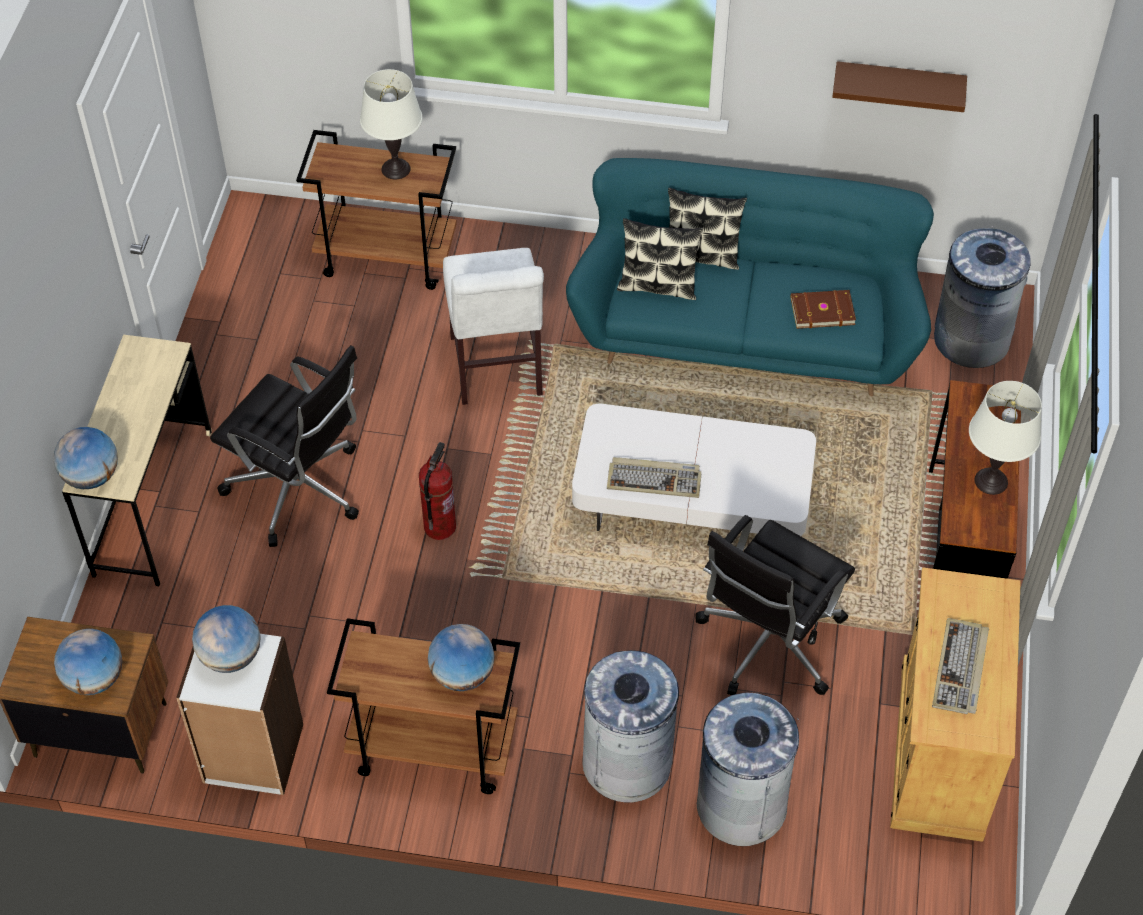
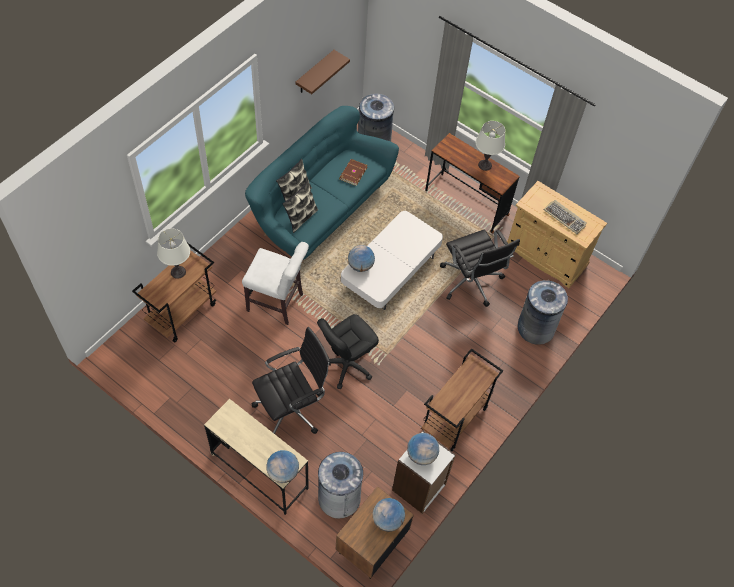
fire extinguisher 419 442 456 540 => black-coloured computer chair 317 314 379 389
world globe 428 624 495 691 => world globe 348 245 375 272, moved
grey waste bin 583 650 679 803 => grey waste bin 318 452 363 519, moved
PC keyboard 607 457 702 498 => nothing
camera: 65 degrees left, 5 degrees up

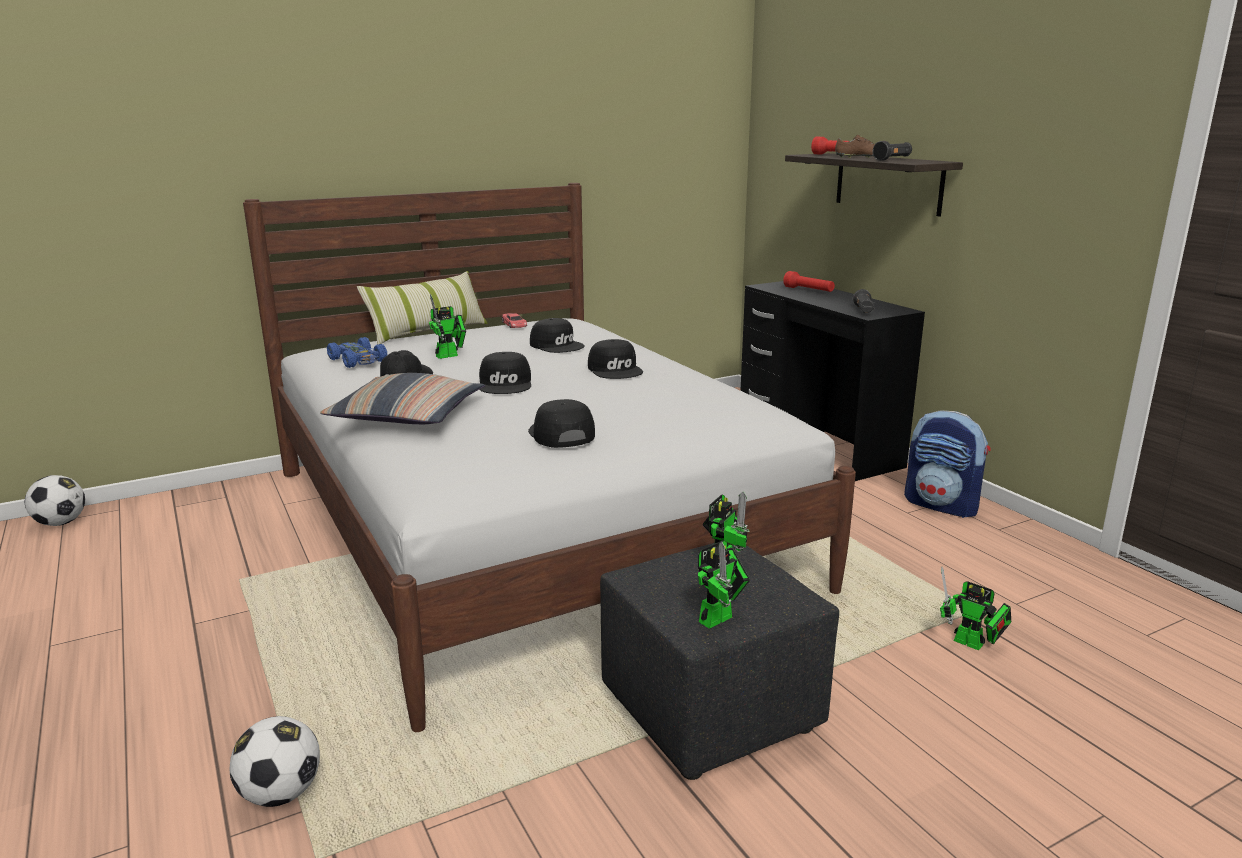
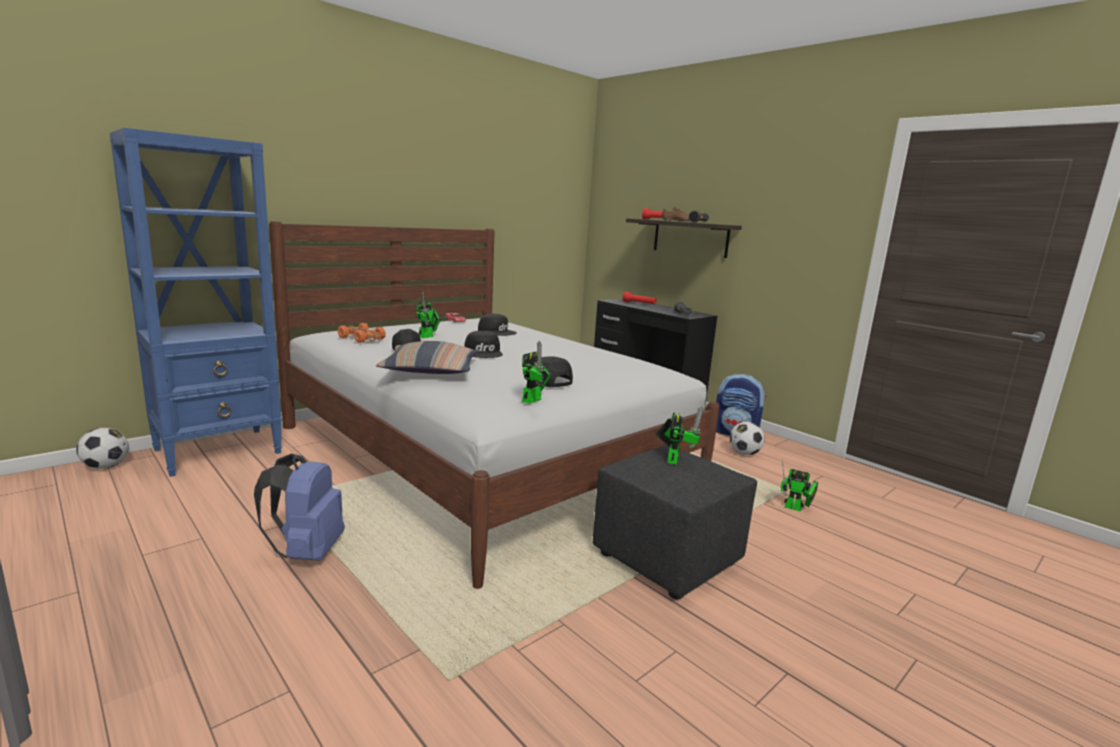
football 230 716 320 807 => football 730 422 765 455, moved
blue-coloured miniature car 327 337 388 368 => orange-coloured miniature car 338 323 386 343
throw pillow 357 271 488 345 => nothing
black-coloured cap 588 339 643 379 => nothing
model robot 698 540 750 629 => model robot 522 340 552 404, moved
nothing => blue-coloured shelving unit 110 128 282 477
nothing => blue-coloured knapsack 254 454 345 561
camera: 15 degrees left, 5 degrees down

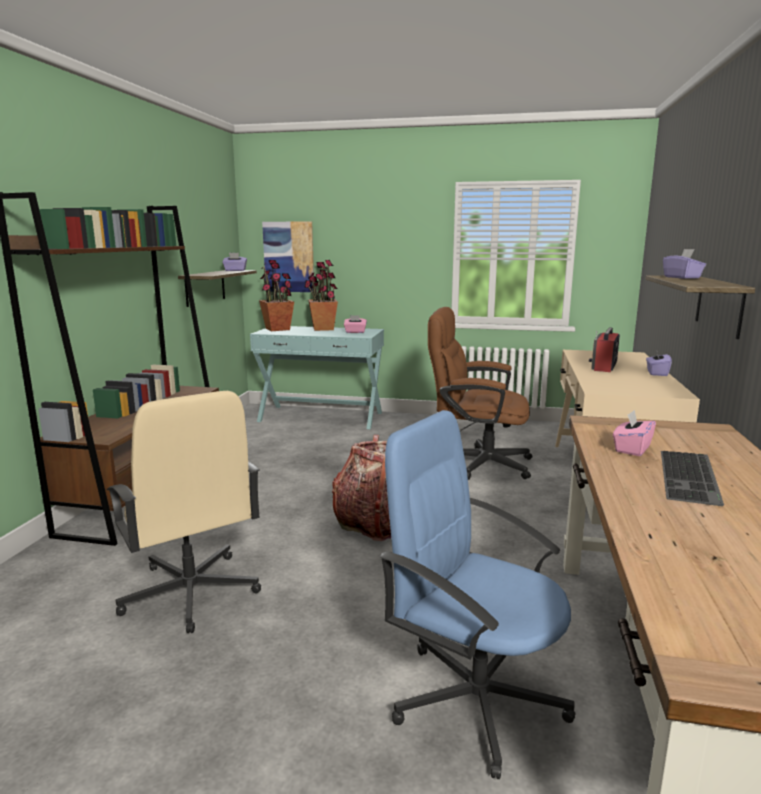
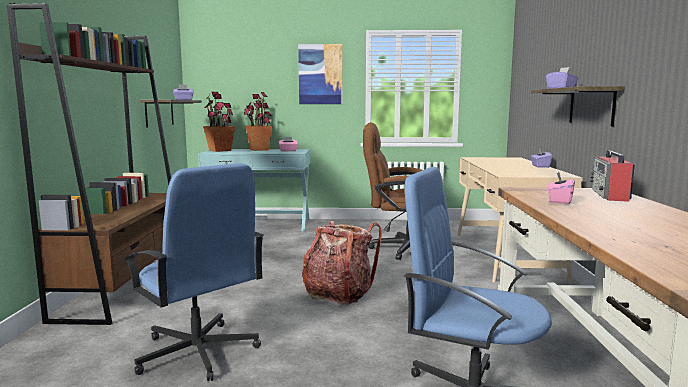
beige computer chair 107 391 261 633 => blue-coloured computer chair 124 163 264 381
picture 262 221 314 292 => picture 298 44 342 104, moved
radio set 589 327 620 372 => radio set 590 150 635 202, moved
PC keyboard 661 451 724 506 => nothing
camera: 10 degrees left, 5 degrees down

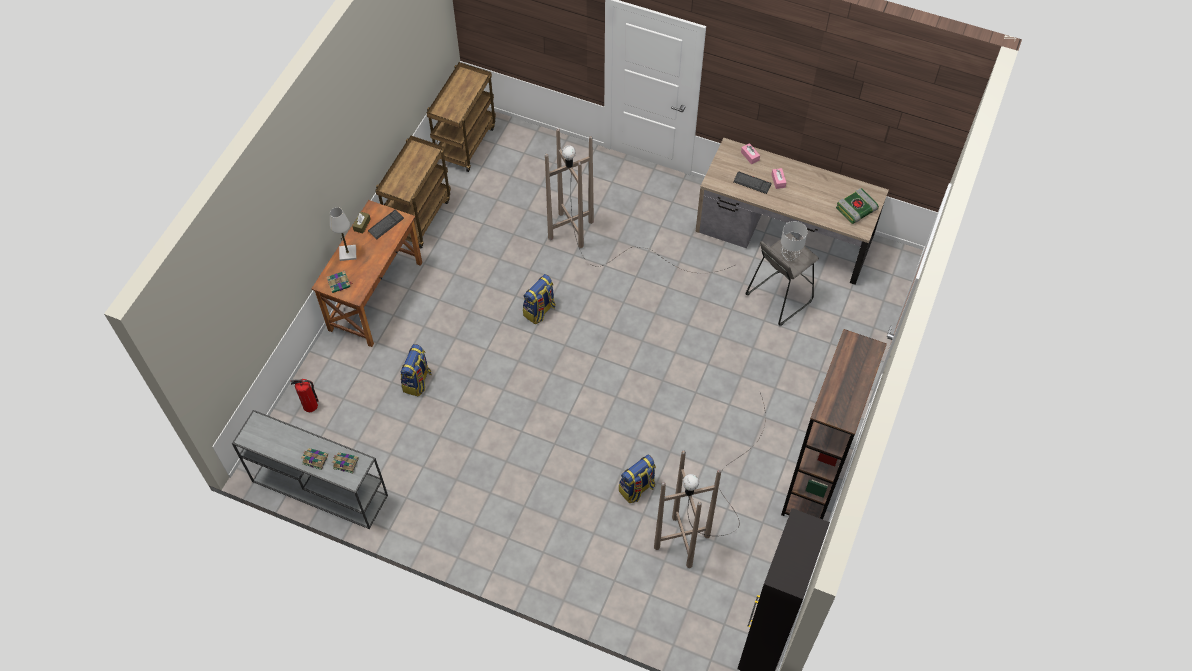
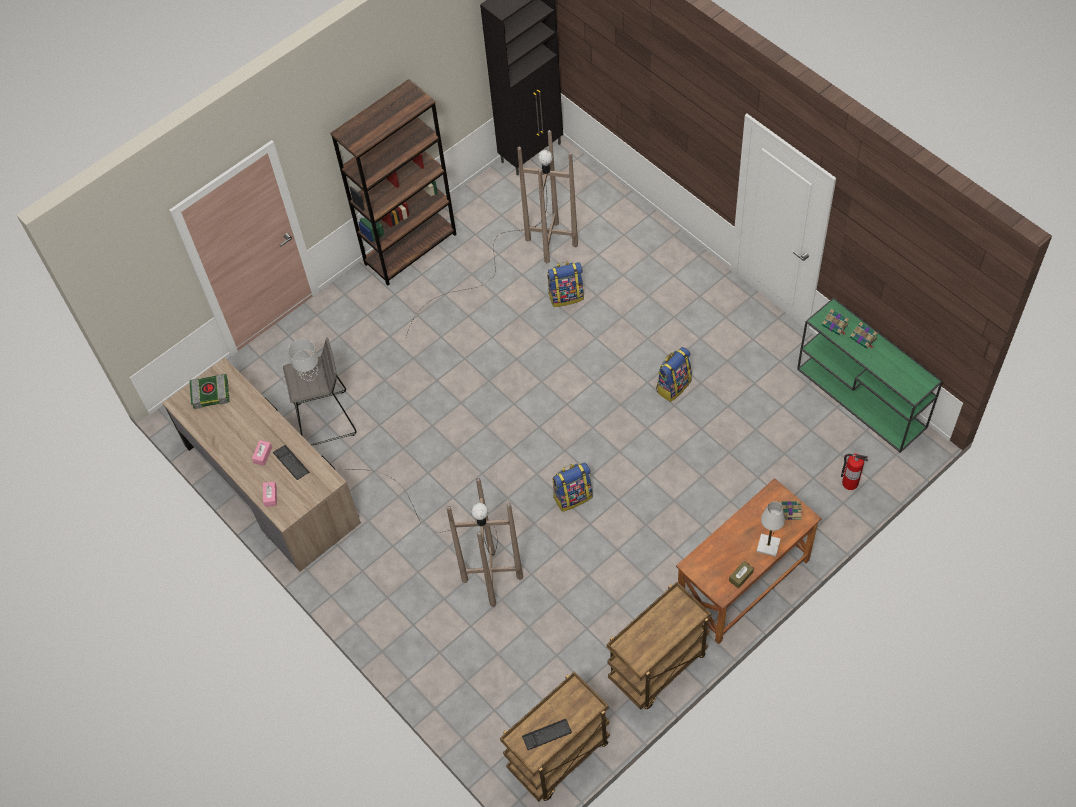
grey console table 232 410 388 529 => green-coloured console table 797 297 943 453
PC keyboard 368 210 404 239 => PC keyboard 522 719 572 750, moved
knapsack 401 344 432 396 => knapsack 656 347 692 402, moved
camera: 150 degrees left, 0 degrees up

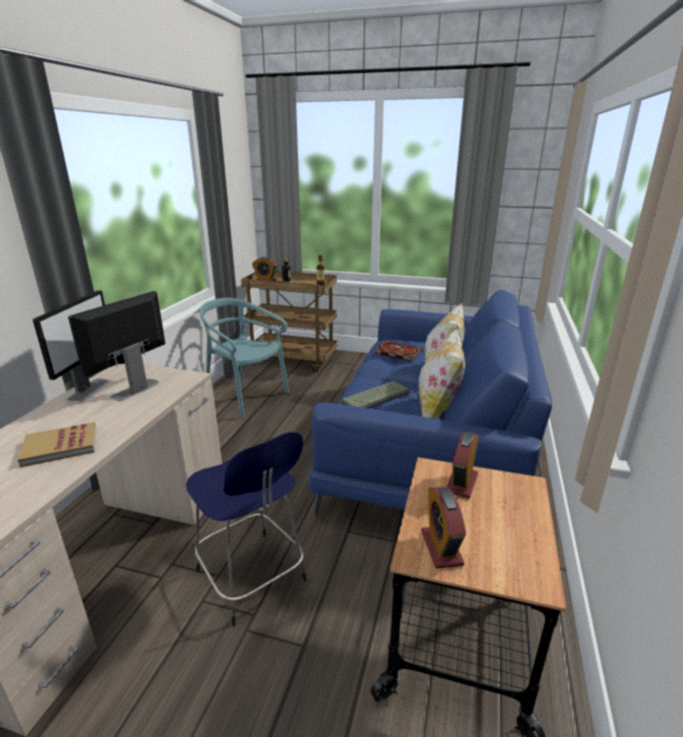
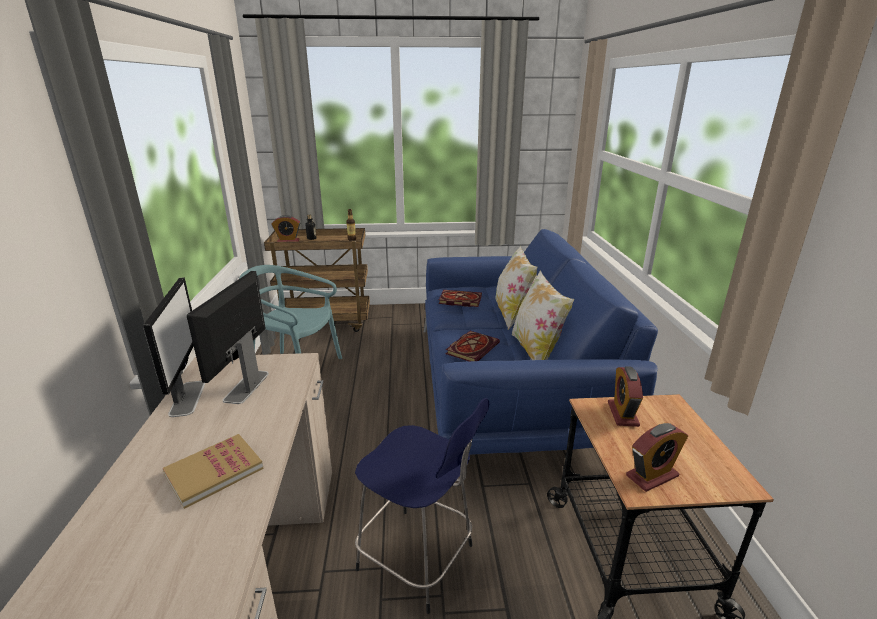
PC keyboard 341 381 411 409 => volume 446 331 500 361
table clock 421 487 466 569 => table clock 626 423 688 492, 90 degrees counterclockwise
camera: 20 degrees left, 0 degrees up

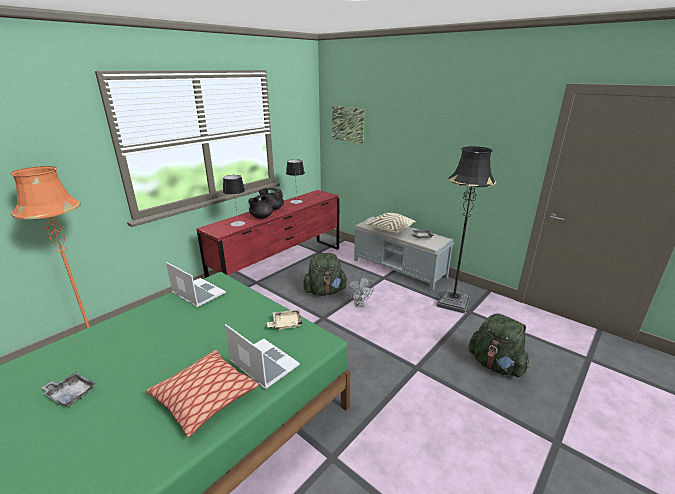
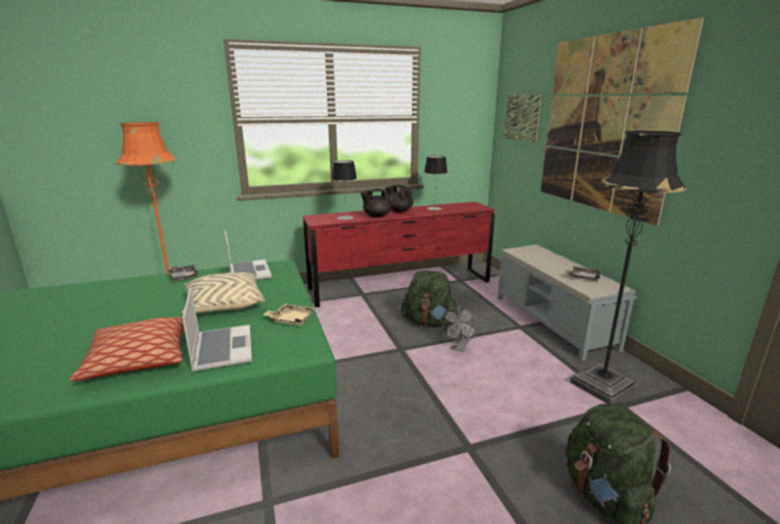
grey tray 41 372 96 407 => grey tray 167 264 199 282, moved
beige throw pillow 366 213 416 233 => beige throw pillow 182 272 265 313, moved
nothing => picture 540 17 704 226
camera: 30 degrees right, 5 degrees down

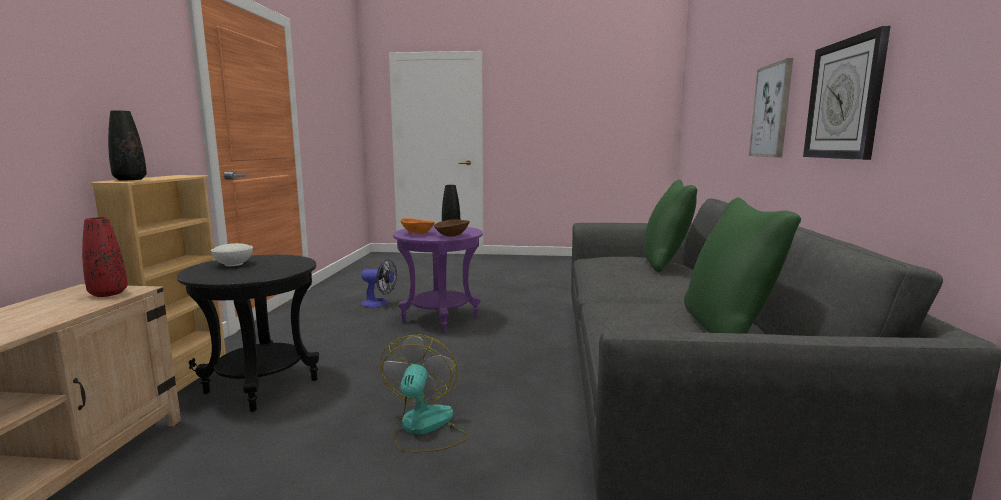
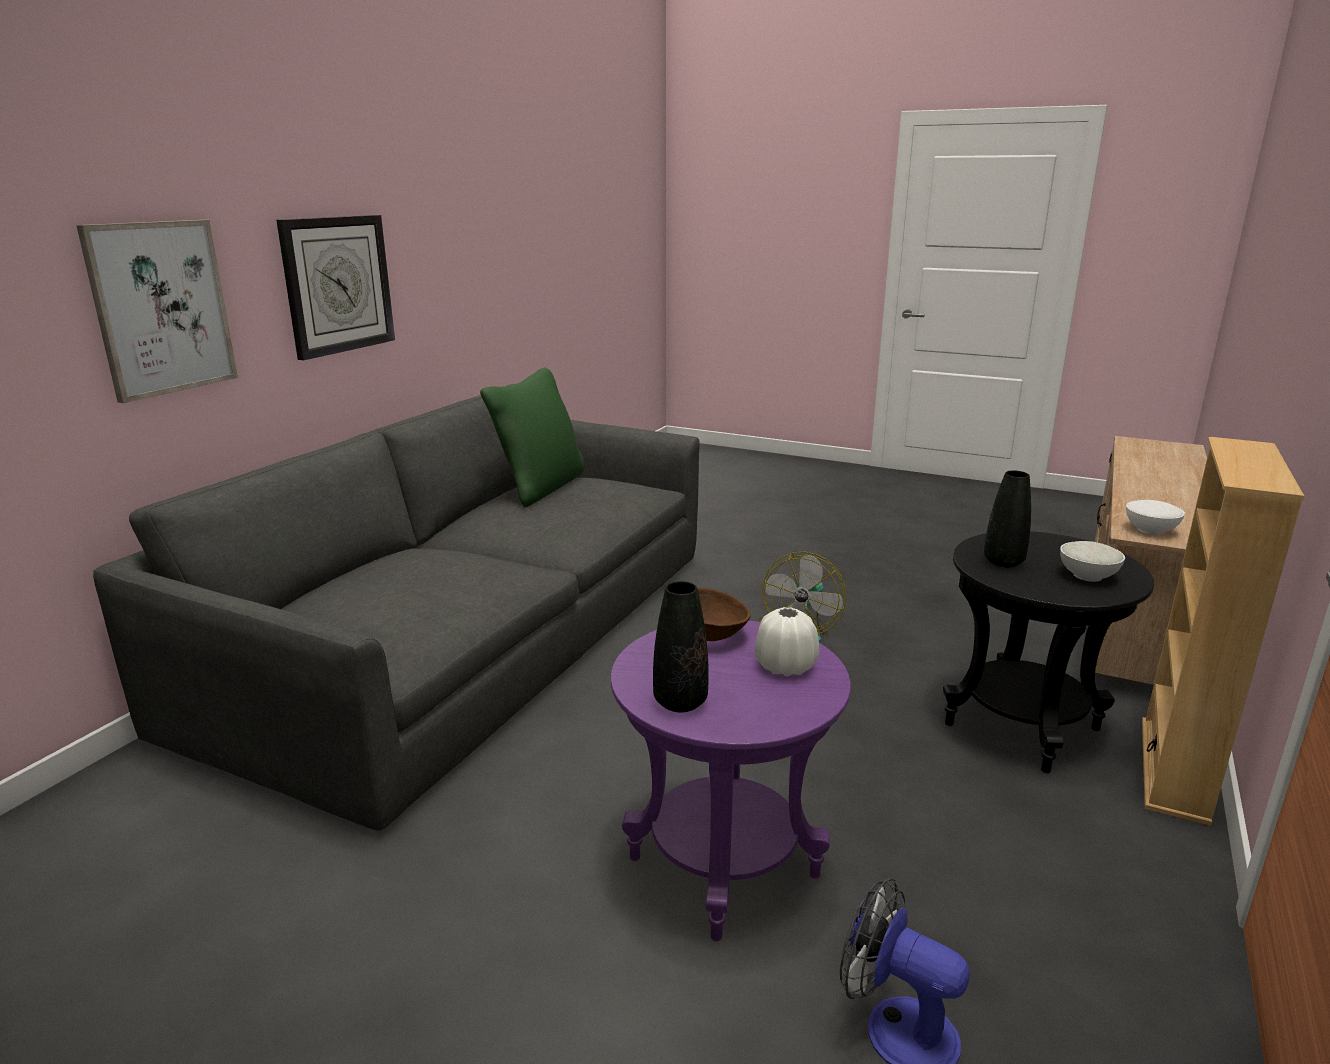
red decorative vase 82 217 127 297 => white deep dish 1126 500 1185 535
black-coloured decorative vase 108 110 147 180 => black-coloured decorative vase 984 470 1031 568, moved
orange-coloured deep dish 400 218 435 234 => white decorative vase 755 607 819 676
green-coloured throw pillow 643 180 697 272 => nothing
camera: 160 degrees left, 10 degrees up

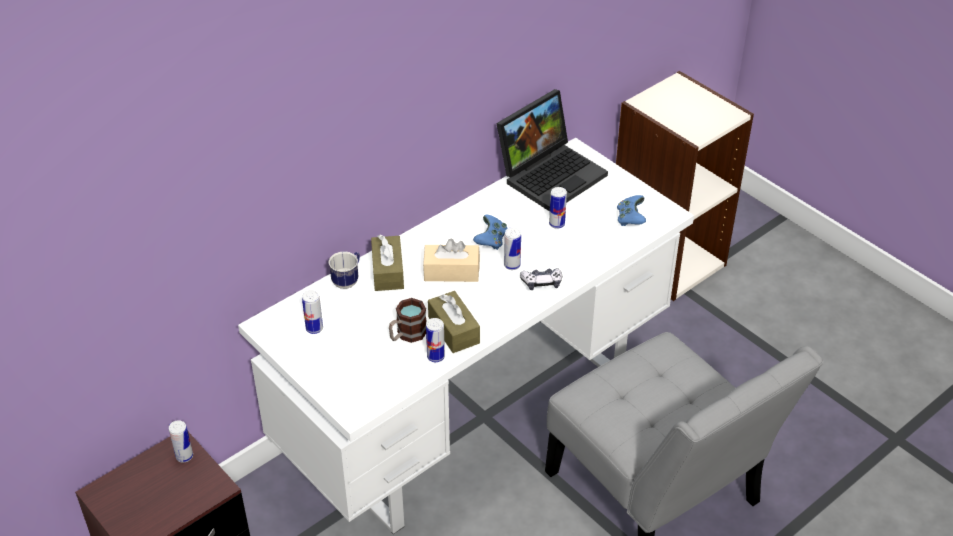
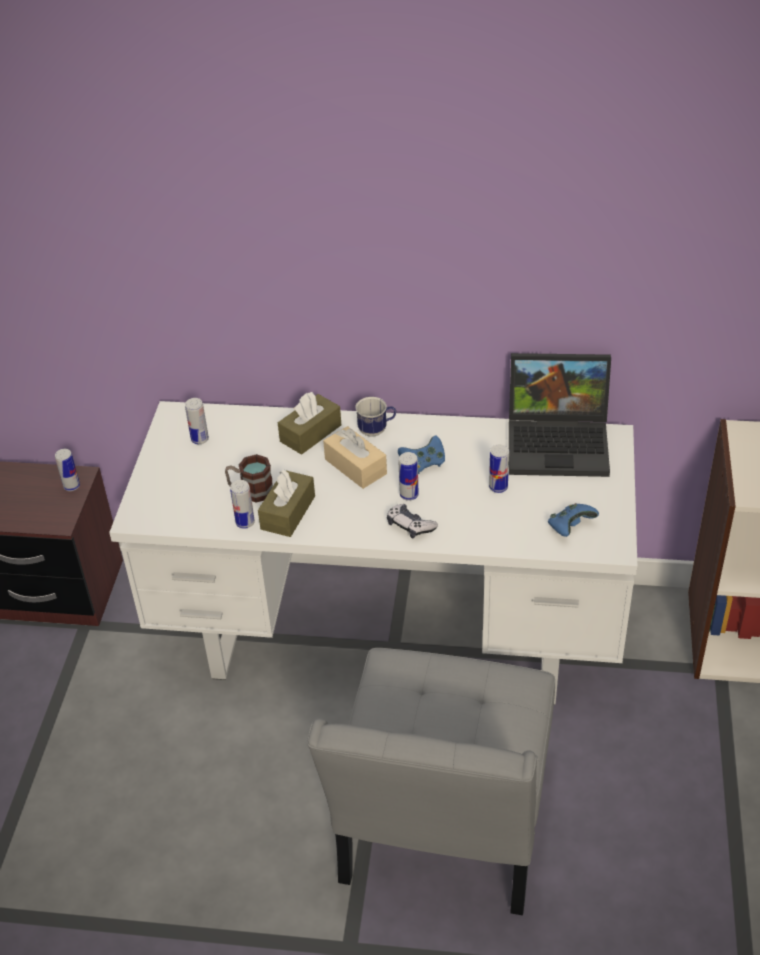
coffee mug 329 251 360 289 => coffee mug 356 397 396 437, moved
camera: 50 degrees right, 0 degrees up

